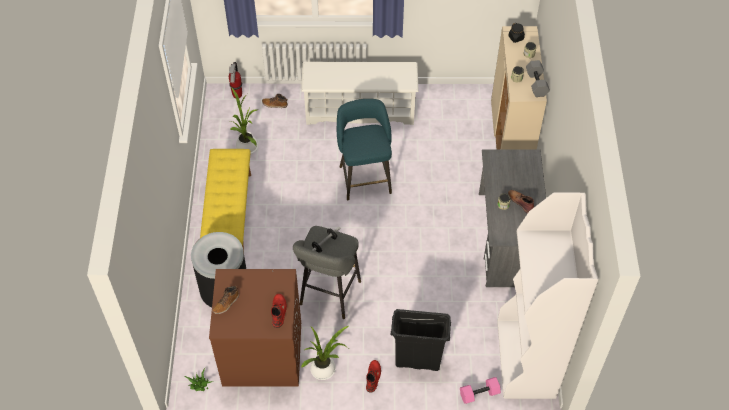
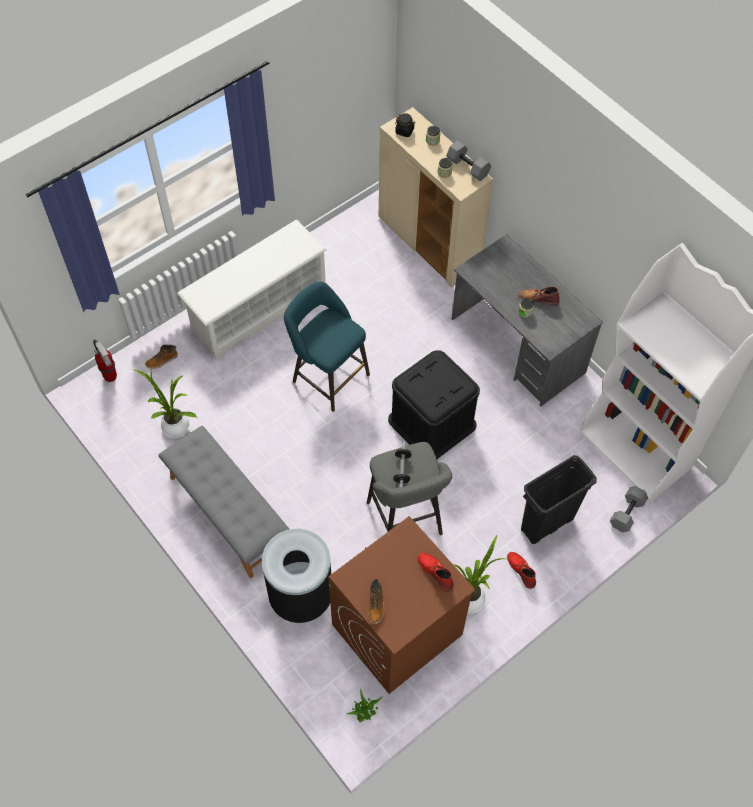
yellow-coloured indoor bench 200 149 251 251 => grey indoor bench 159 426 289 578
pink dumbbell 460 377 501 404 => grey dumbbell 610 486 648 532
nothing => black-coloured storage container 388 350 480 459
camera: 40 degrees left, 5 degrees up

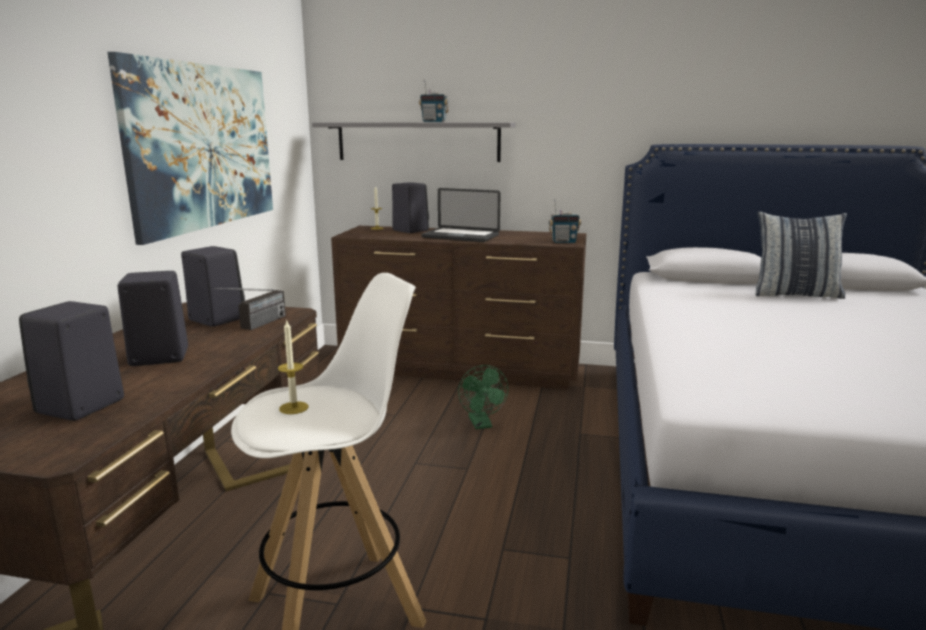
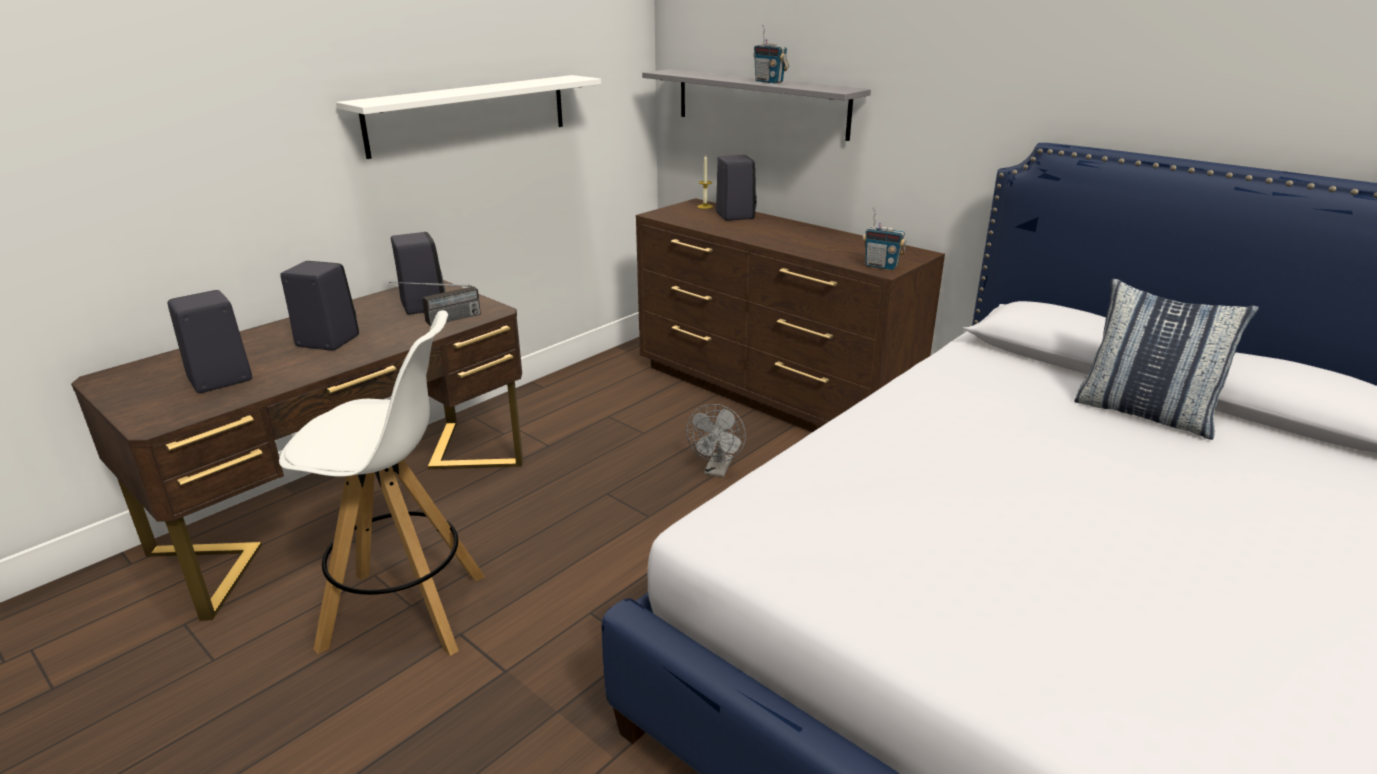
picture 107 52 273 245 => white wall shelf 336 75 601 159
candle 278 321 308 414 => nothing
notebook computer 422 188 501 242 => nothing
green-coloured cooling fan 458 365 508 429 => grey cooling fan 686 404 746 477
camera: 30 degrees right, 10 degrees up

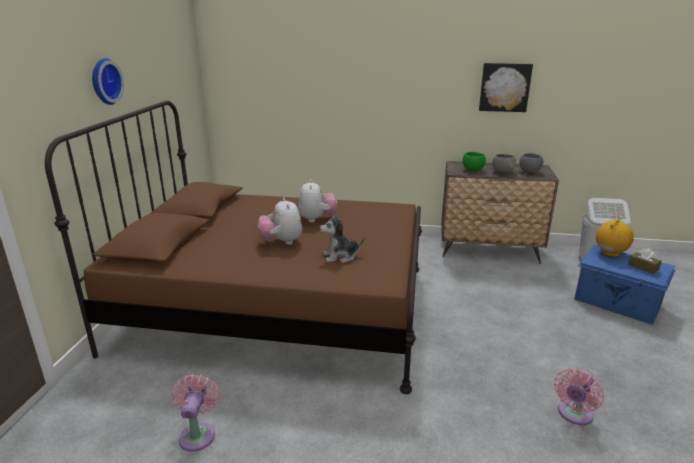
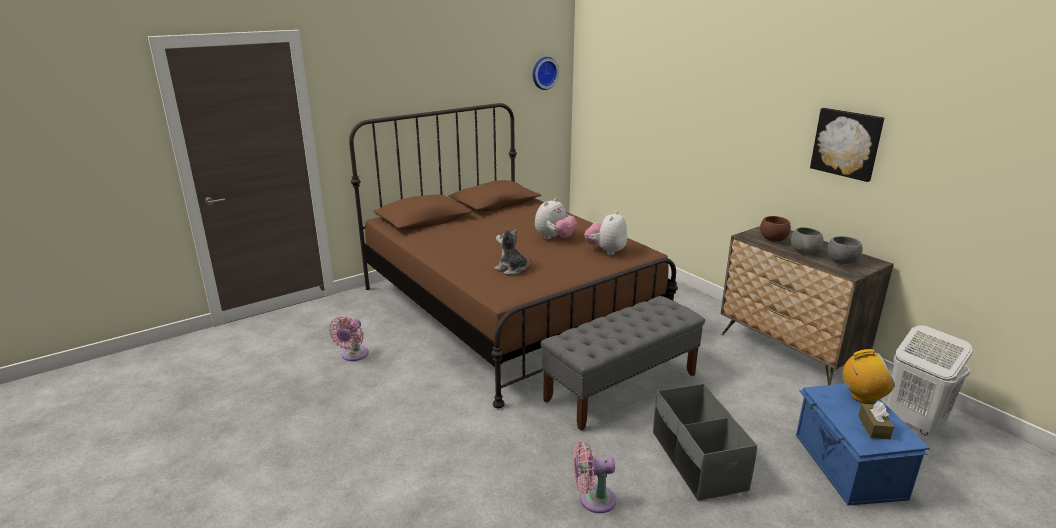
clock on the wall 92 58 124 105 => clock on the wall 533 57 559 90, moved
pink cooling fan 172 374 220 451 => pink cooling fan 329 316 369 361, 150 degrees clockwise
cuddly toy 258 197 302 245 => cuddly toy 585 211 627 255, moved
green-coloured deep dish 462 152 486 171 => brown deep dish 760 216 791 242
nothing => grey indoor bench 540 296 705 431
nothing => grey storage container 653 384 757 501
camera: 45 degrees right, 0 degrees up

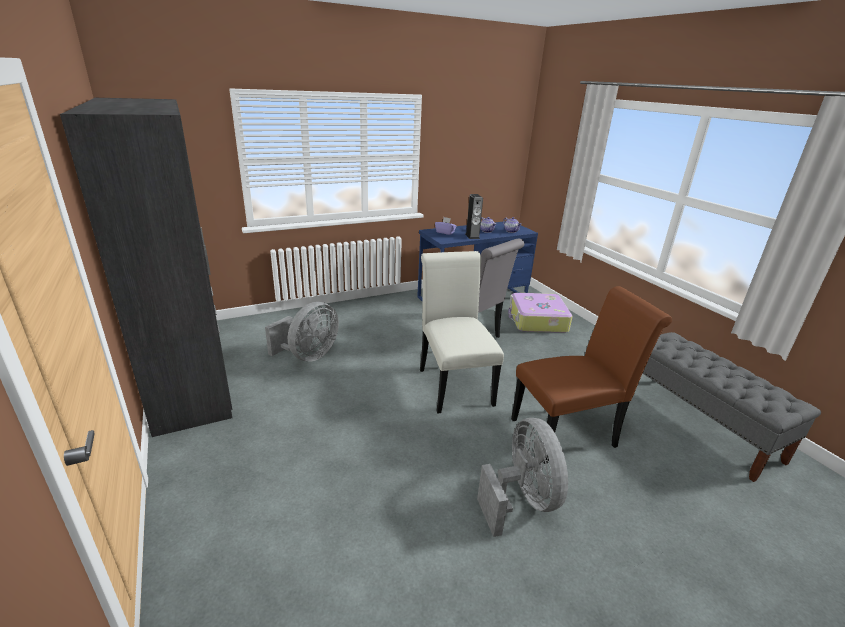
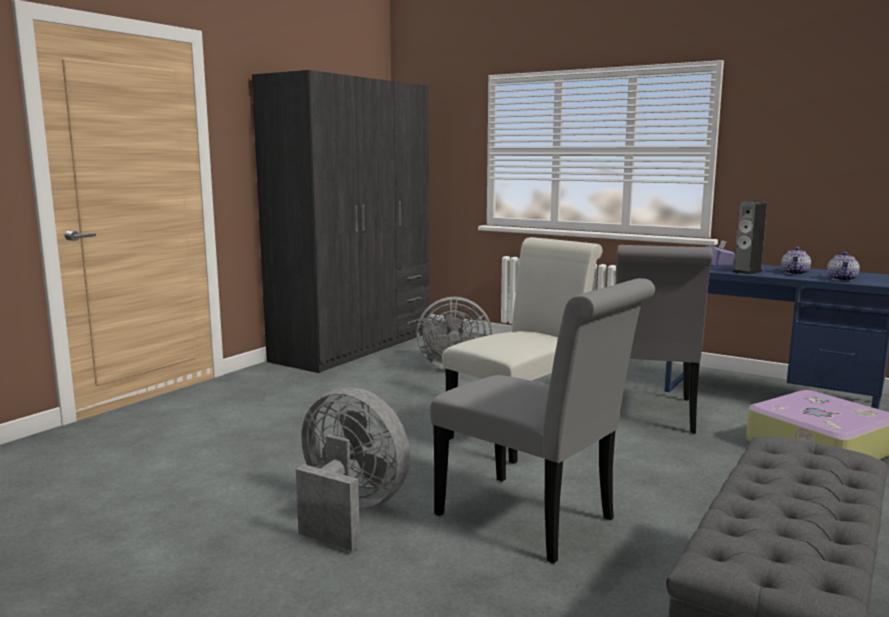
grey cooling fan 477 418 568 537 => grey cooling fan 296 387 410 551, 105 degrees counterclockwise
brown chair 511 286 672 464 => grey chair 430 278 655 563
camera: 60 degrees right, 15 degrees down

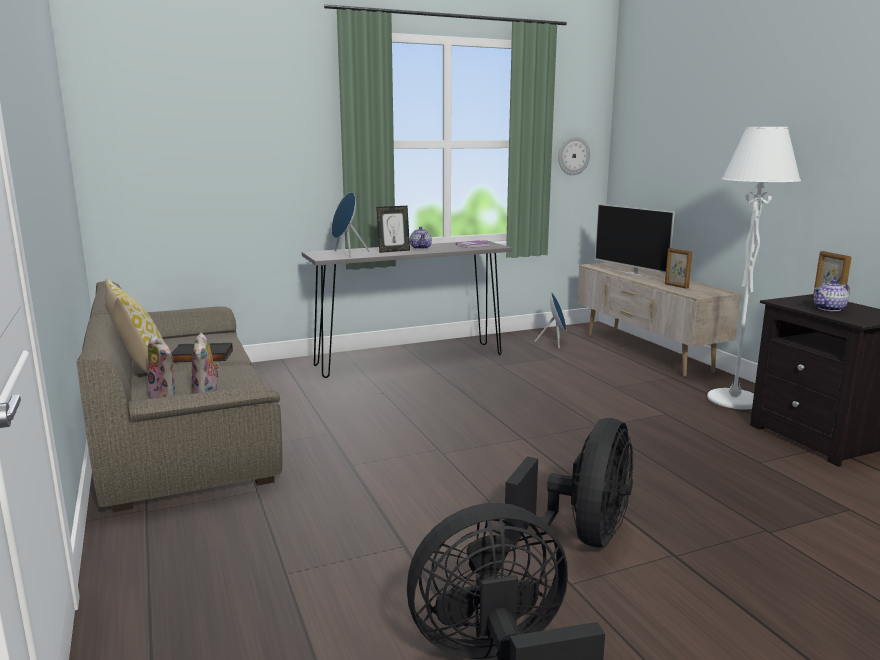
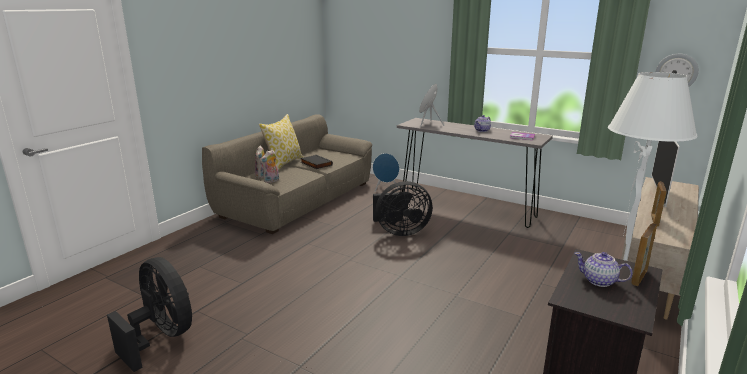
picture frame 376 206 410 253 => nothing
black-coloured cooling fan 504 418 633 547 => black-coloured cooling fan 373 181 433 236, moved
blue-coloured speaker 534 292 566 348 => blue-coloured speaker 373 153 399 192, moved
camera: 55 degrees right, 5 degrees up

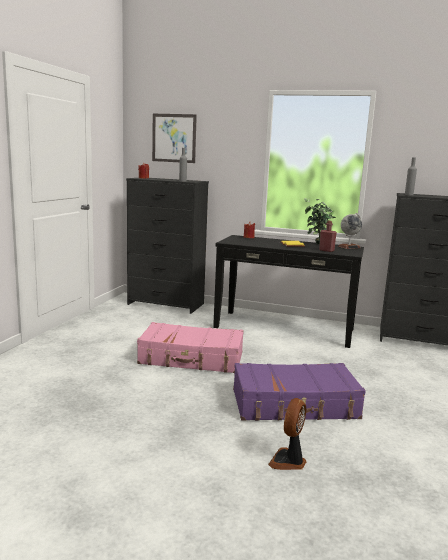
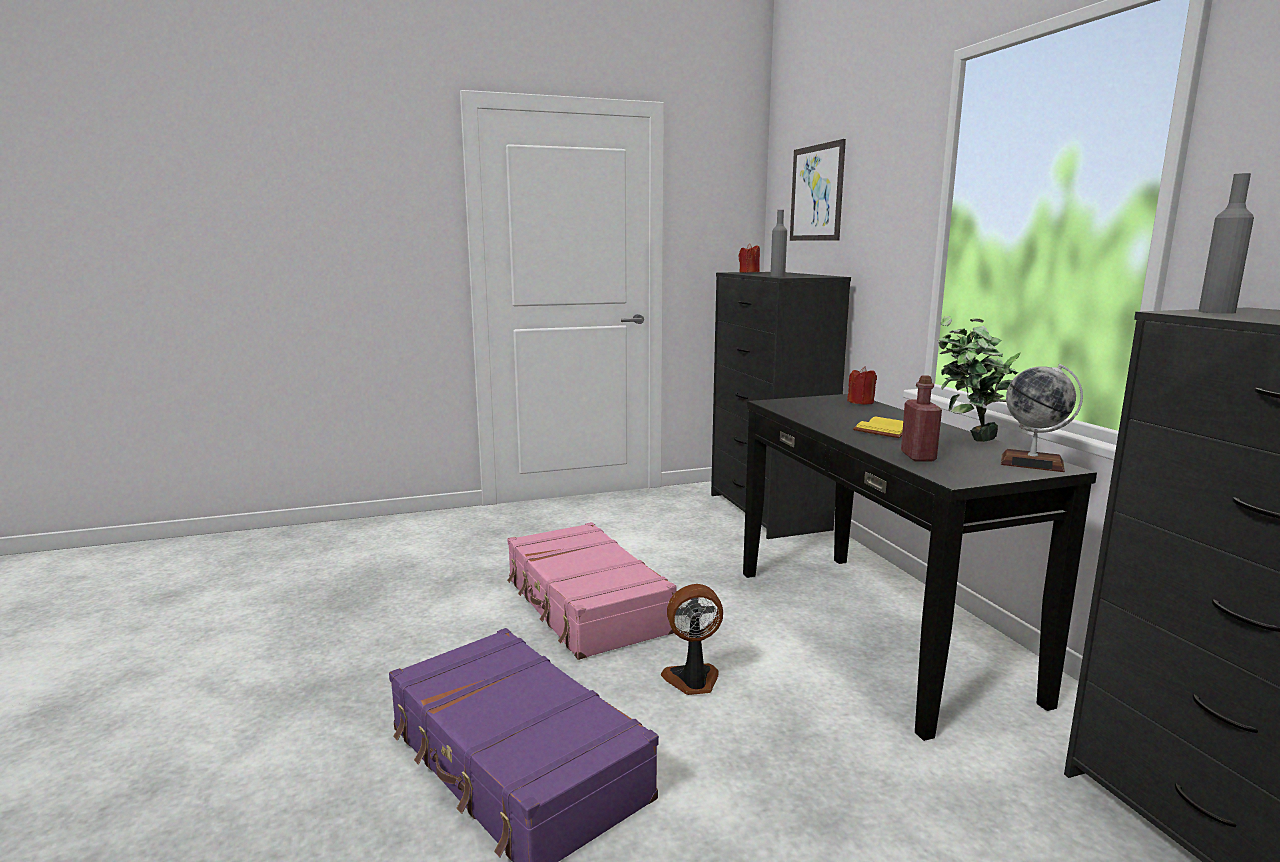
cooling fan 268 398 306 470 => cooling fan 661 584 723 695, moved
camera: 55 degrees right, 0 degrees up

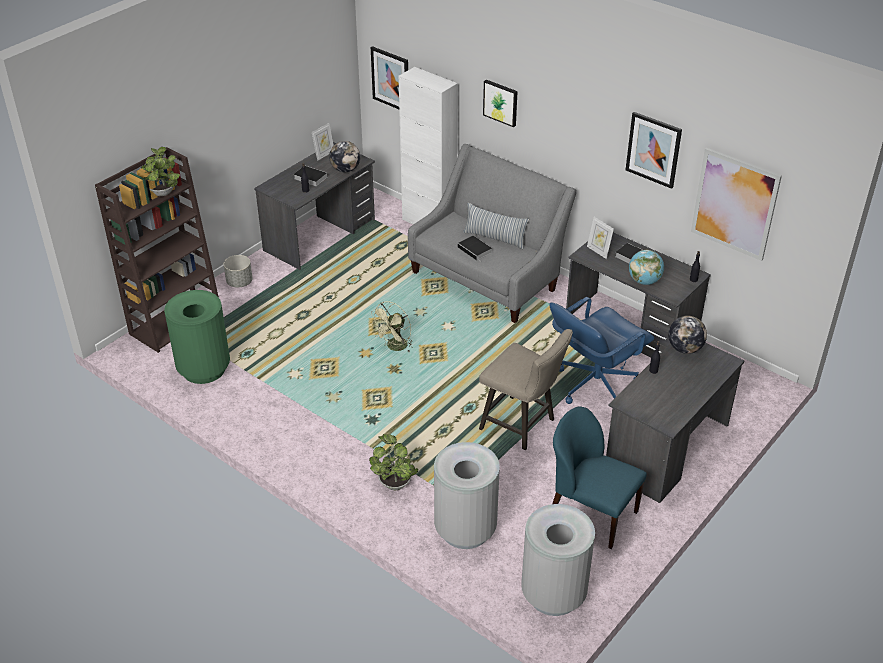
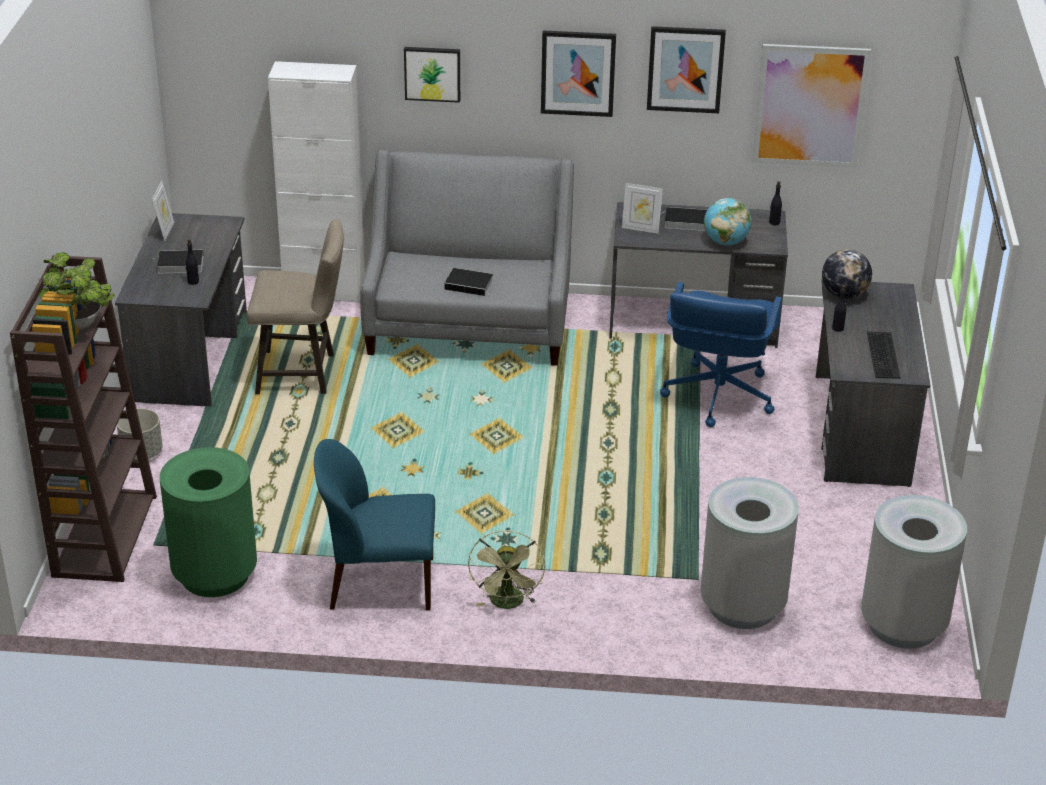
world globe 329 141 360 172 => nothing
houseplant 369 434 418 490 => nothing
green-coloured cooling fan 370 301 412 353 => green-coloured cooling fan 468 530 545 609, moved
picture 371 46 408 109 => picture 541 30 616 117, moved
throw pillow 463 203 529 249 => nothing
beige sitting stool 479 329 573 450 => beige sitting stool 246 219 344 394, moved
blue-coloured chair 553 406 647 549 => blue-coloured chair 314 439 435 610, moved
nothing => PC keyboard 867 331 900 379
camera: 35 degrees left, 5 degrees down

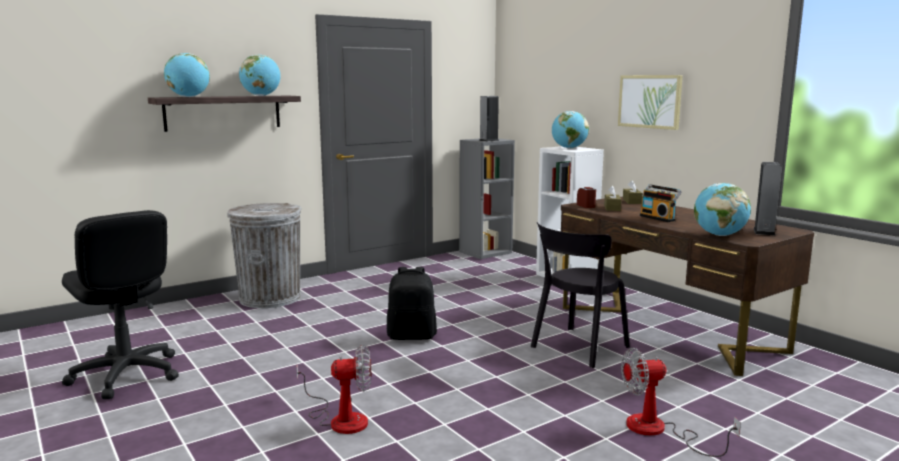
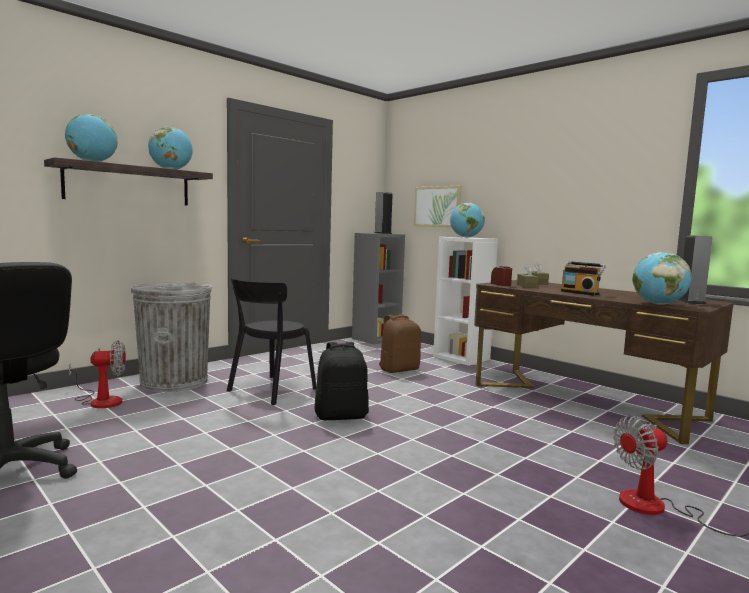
cooling fan 296 345 371 434 => cooling fan 69 340 126 408, moved
black-coloured chair 531 222 630 368 => black-coloured chair 227 276 317 405, moved
picture 618 75 683 130 => picture 414 186 461 227, moved
nothing => brown knapsack 379 314 421 373
camera: 10 degrees left, 5 degrees down

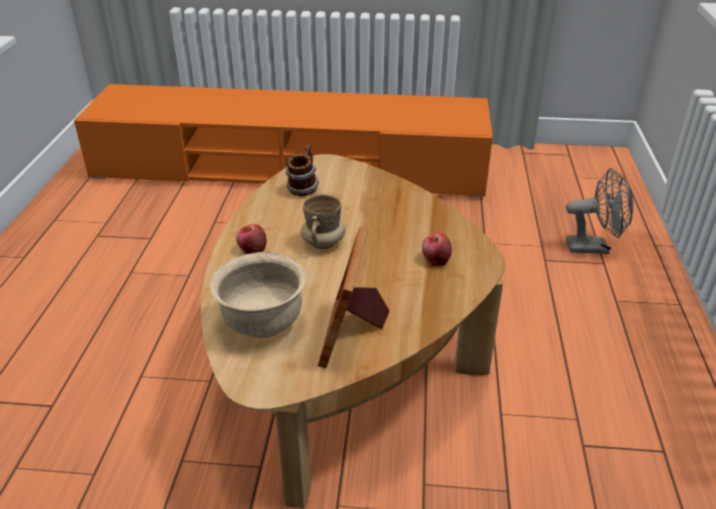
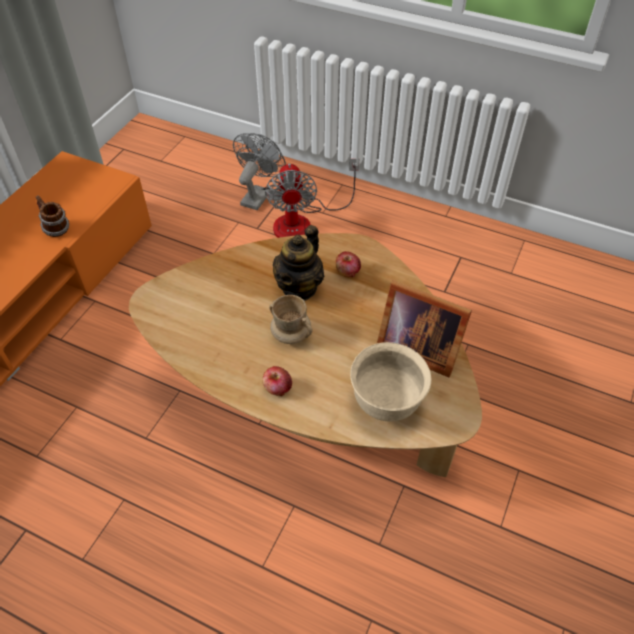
coffee mug 286 144 319 196 => coffee mug 36 195 69 237, moved
nothing => cooling fan 265 158 360 238
nothing => pot for tea 273 225 325 301
camera: 70 degrees left, 15 degrees up

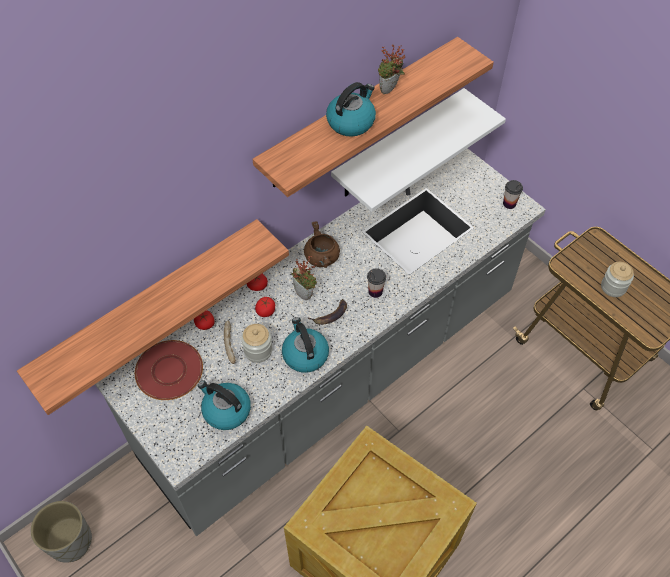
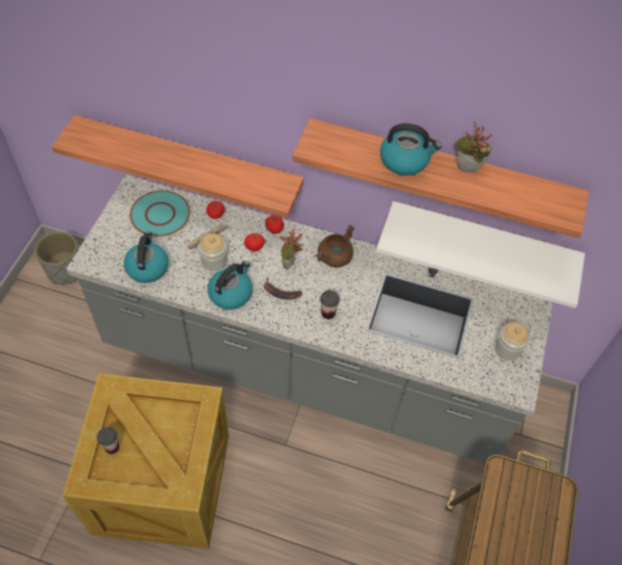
red flat dish 135 340 203 400 => blue-green flat dish 130 190 190 237
cup 503 180 523 209 => cup 97 427 120 454, moved
preserve jar 601 262 634 297 => preserve jar 495 322 530 360, moved
camera: 55 degrees right, 0 degrees up

